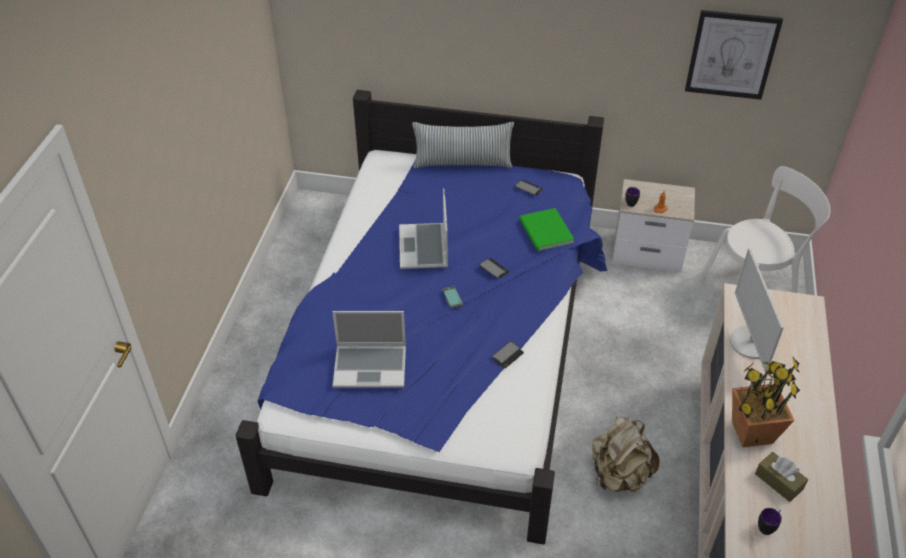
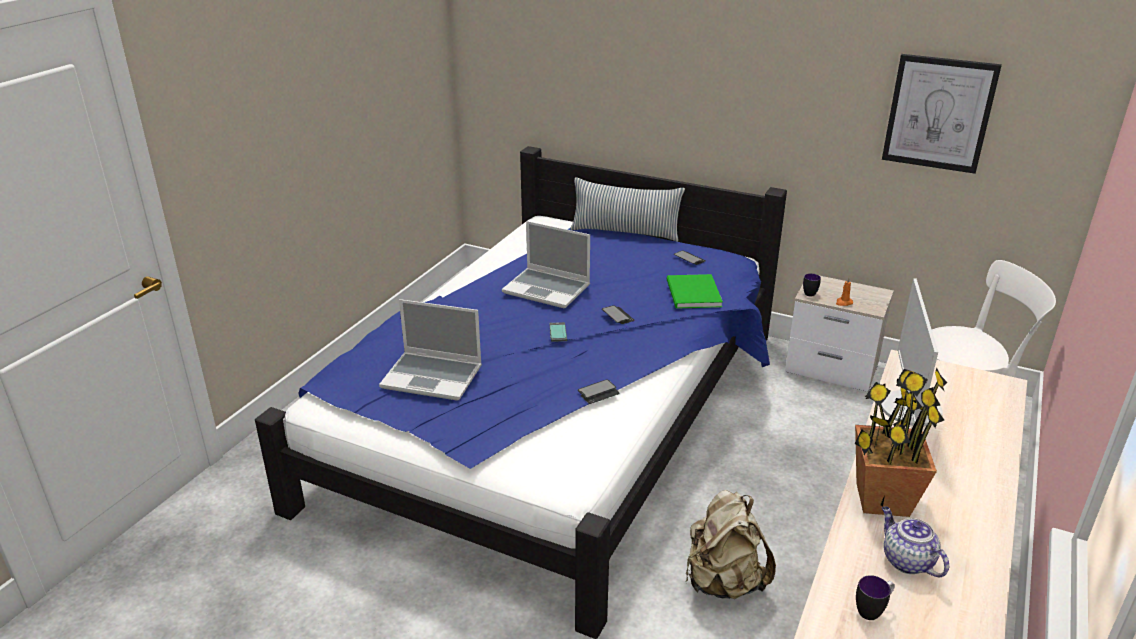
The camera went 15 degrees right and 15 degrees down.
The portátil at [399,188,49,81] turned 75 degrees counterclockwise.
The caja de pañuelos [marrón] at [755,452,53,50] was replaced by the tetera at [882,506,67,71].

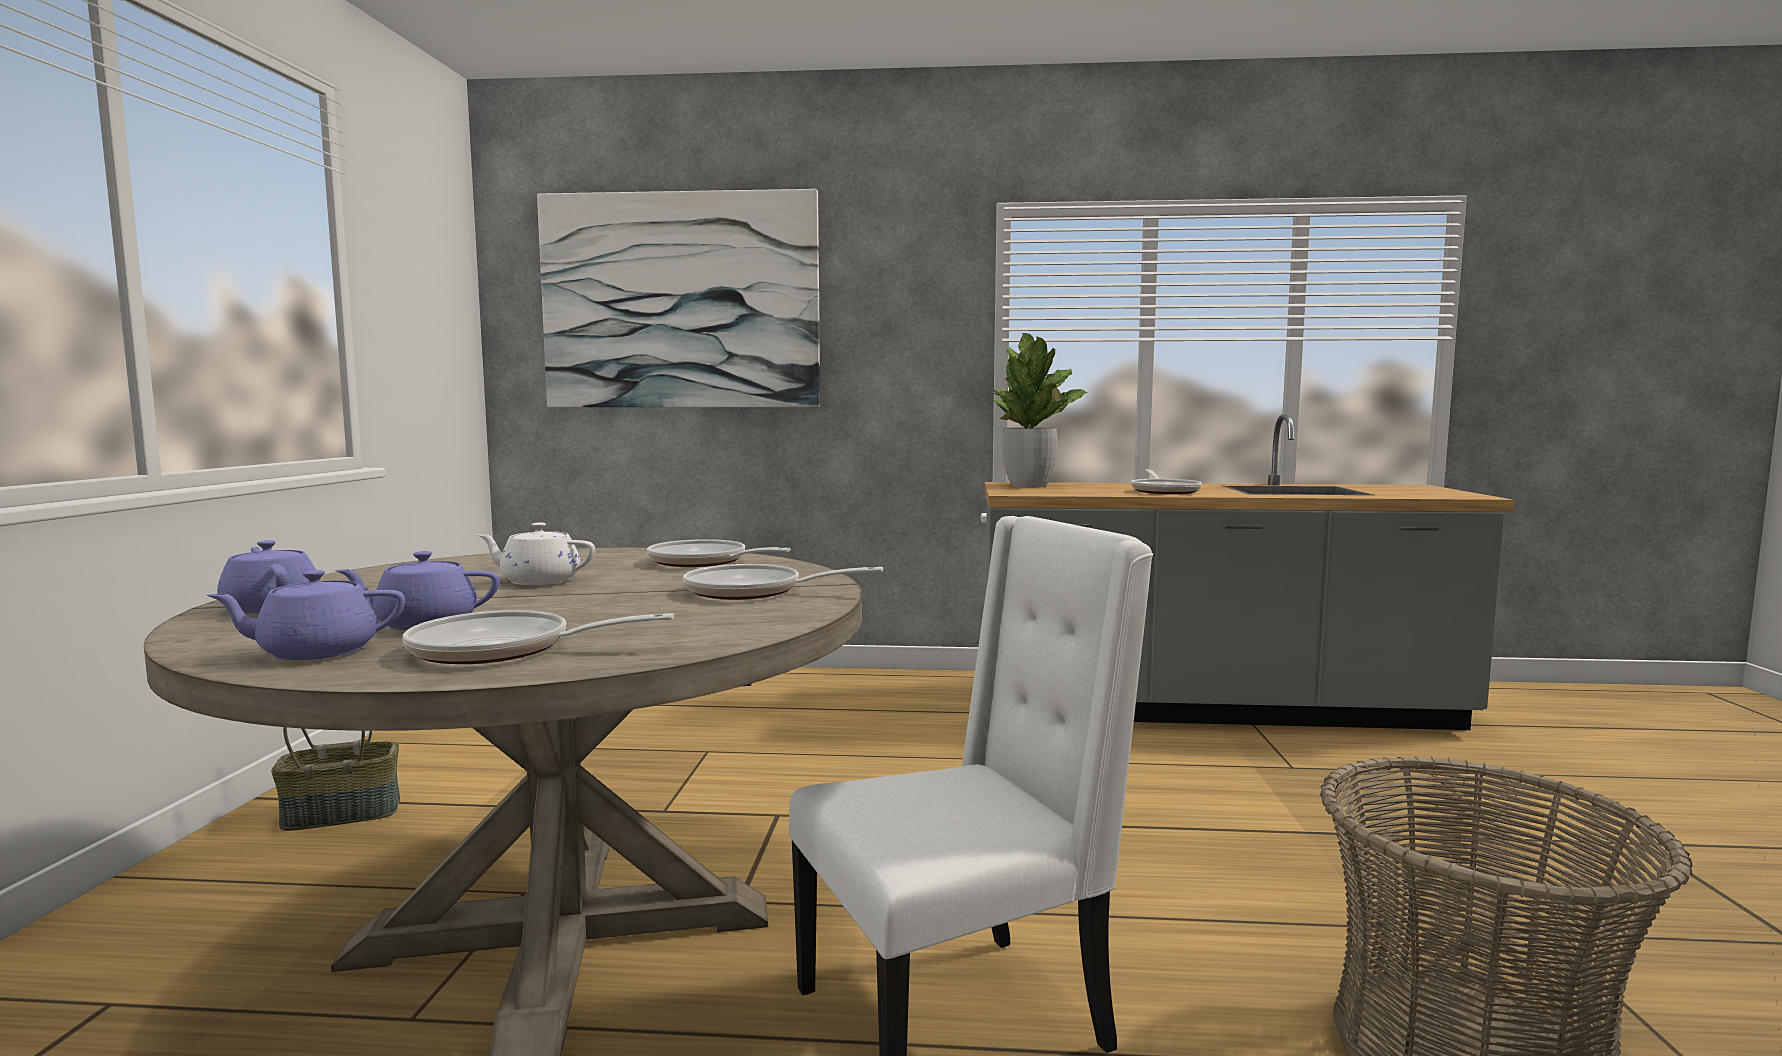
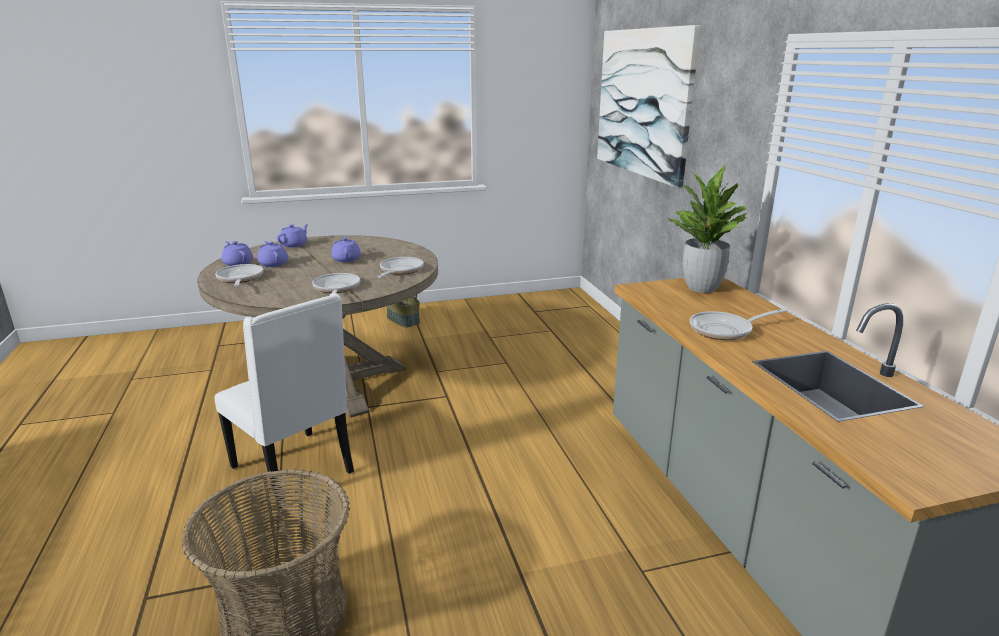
The camera went 70 degrees right and 15 degrees up.
The tetera [blanco] at [478,522,117,63] became the tetera [morado] at [331,236,30,26].

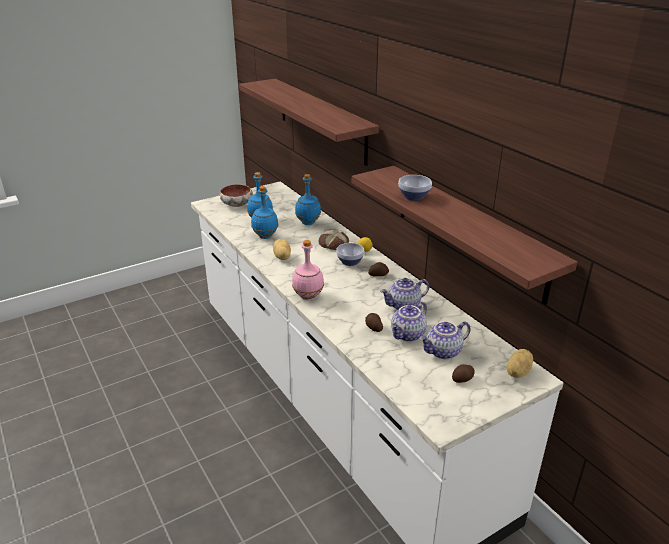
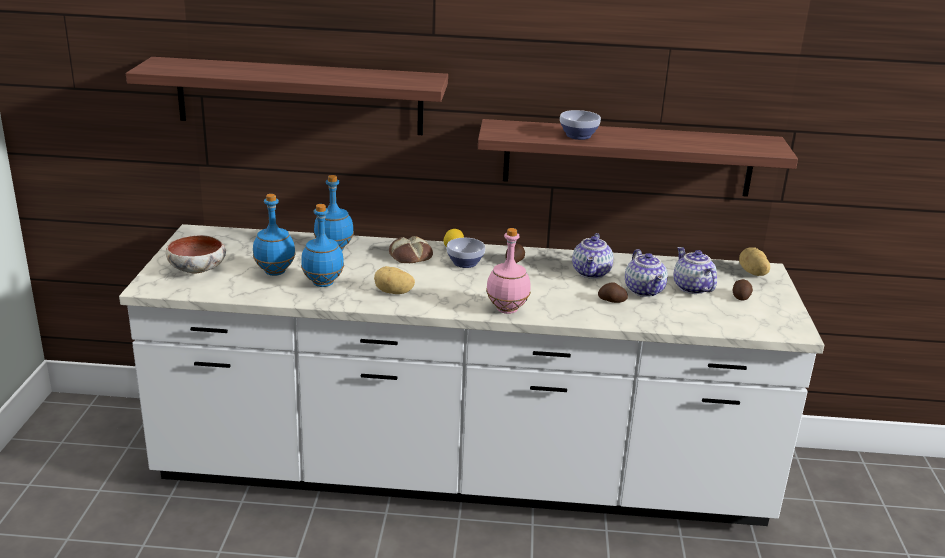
The camera went 55 degrees left and 5 degrees down.
The tetera at [419,321,52,38] turned 150 degrees clockwise.

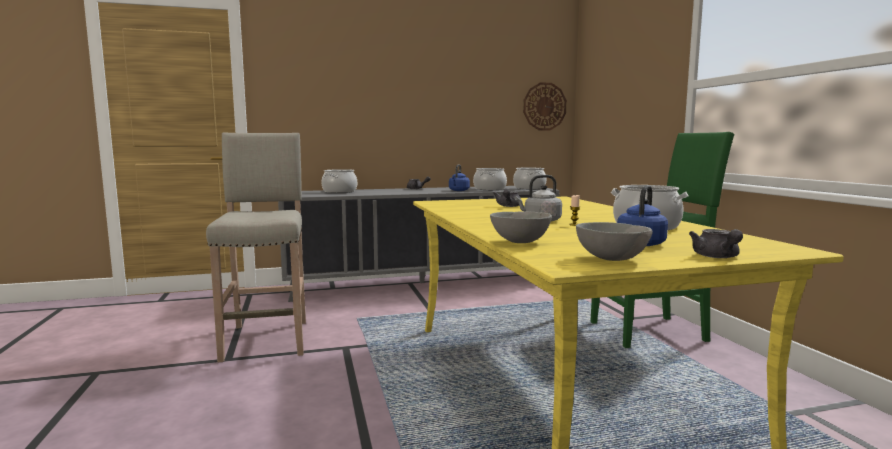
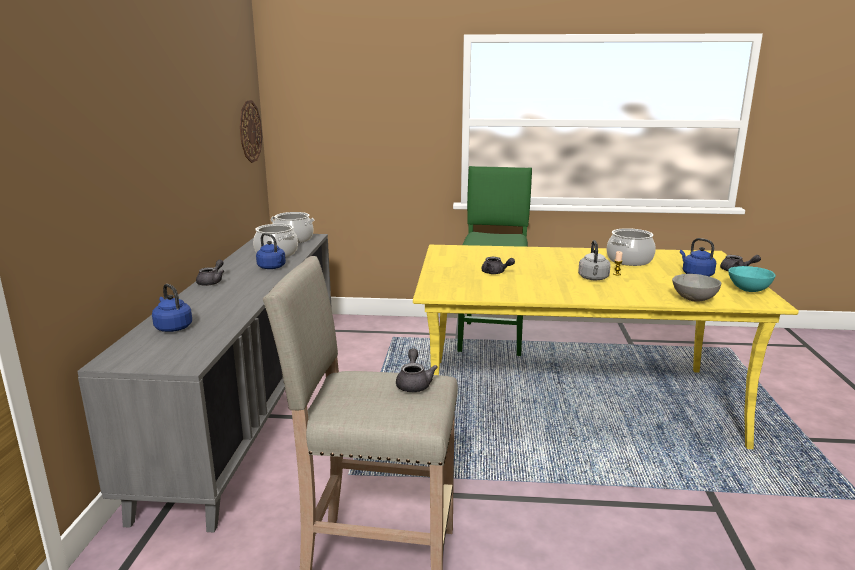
The camera went 70 degrees left and 10 degrees up.
The olla at [321,169,36,24] was replaced by the hervidor [azul] at [152,284,40,48].
The cuenco [gris] at [576,222,77,39] became the cuenco [turquesa] at [728,266,48,26].
The tetera [gris] at [396,349,42,43] appeared.

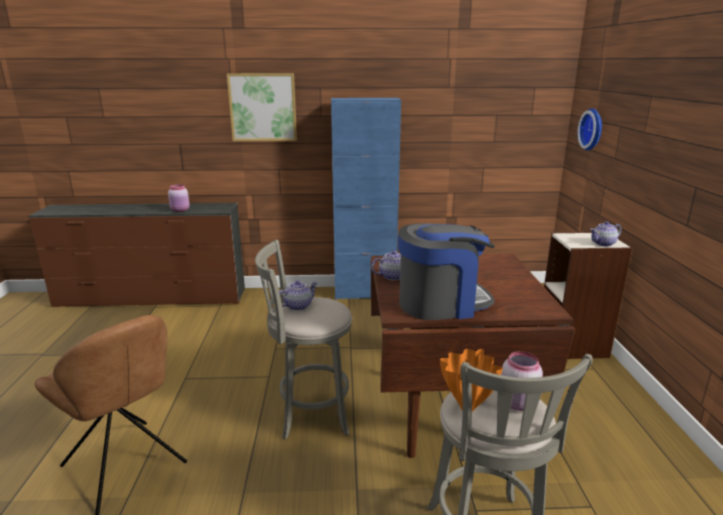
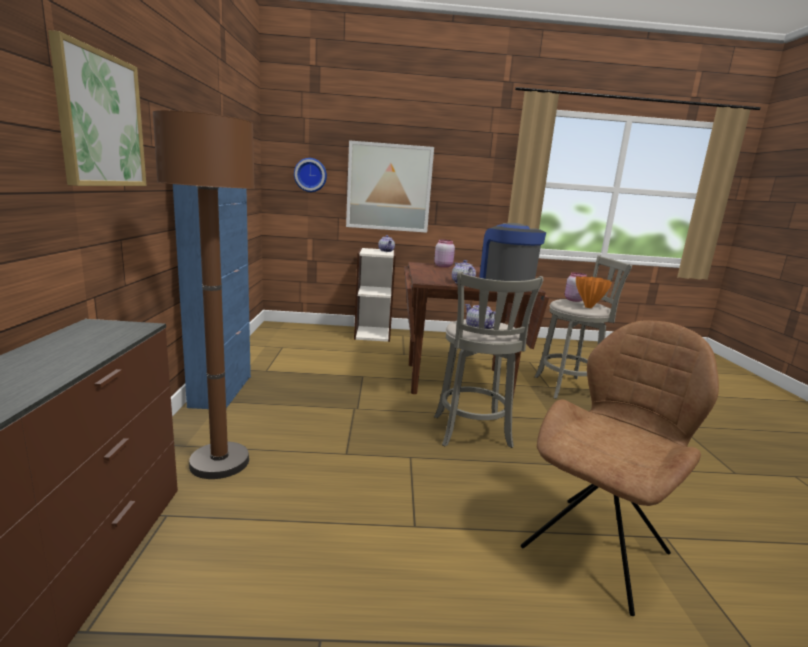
The camera went 90 degrees left and 5 degrees down.
The tarro [rosa] moved from [168,184,22,28] to [434,240,21,27].
The lámpara de pie [marrón] at [153,110,102,369] appeared.
The cuadro at [346,140,88,93] appeared.

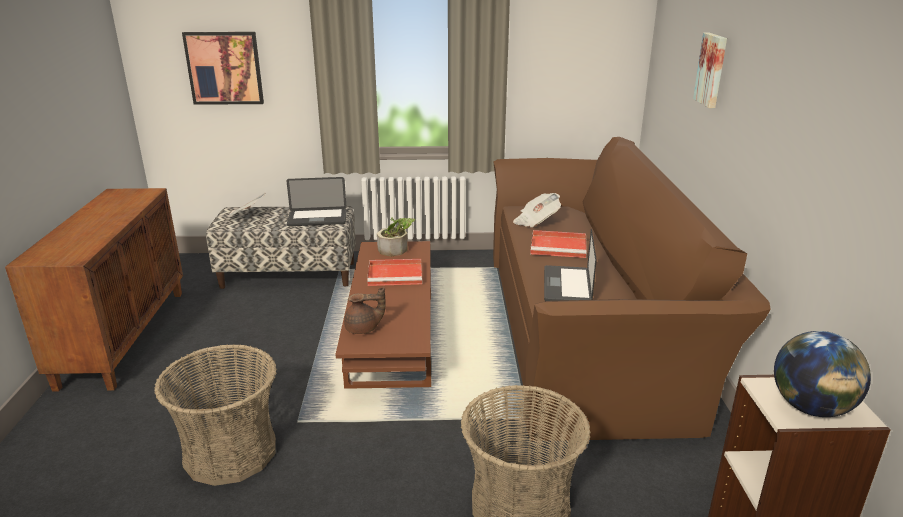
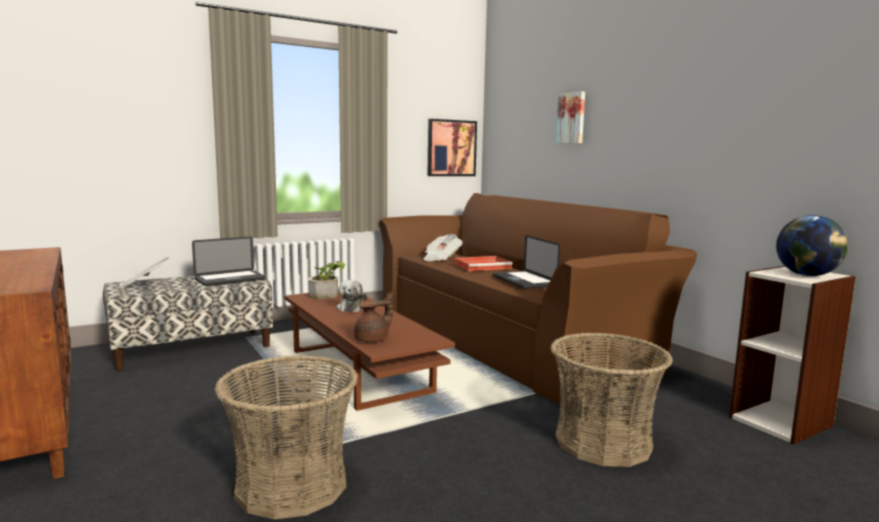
The camera went 30 degrees left and 15 degrees down.
The cuadro moved from [182,32,82,73] to [428,119,49,57].
The bandeja [rojo] at [367,259,55,27] was replaced by the peluche at [336,280,31,32].

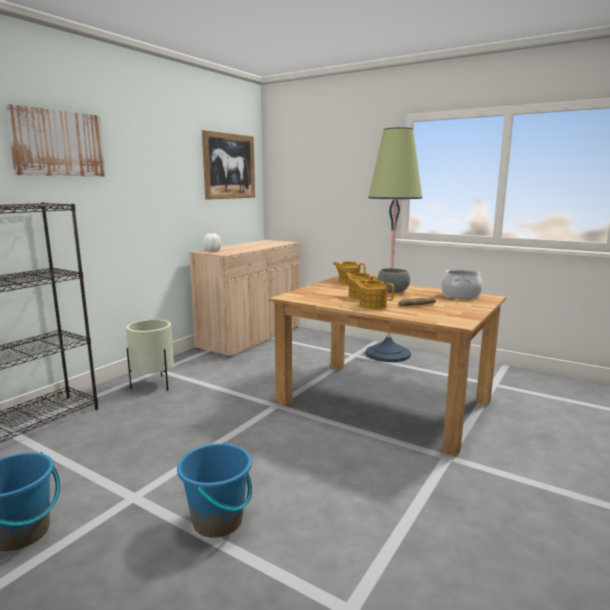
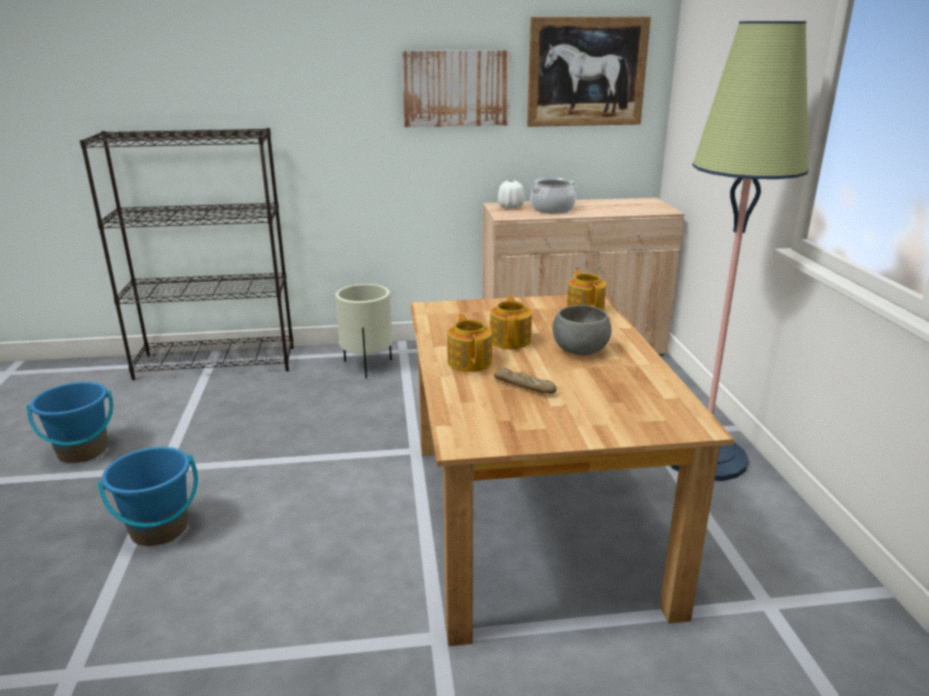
The camera went 50 degrees right and 10 degrees up.
The cuadro moved from [5,104,101,72] to [402,50,109,77].
The olla moved from [441,269,42,30] to [530,178,47,35].

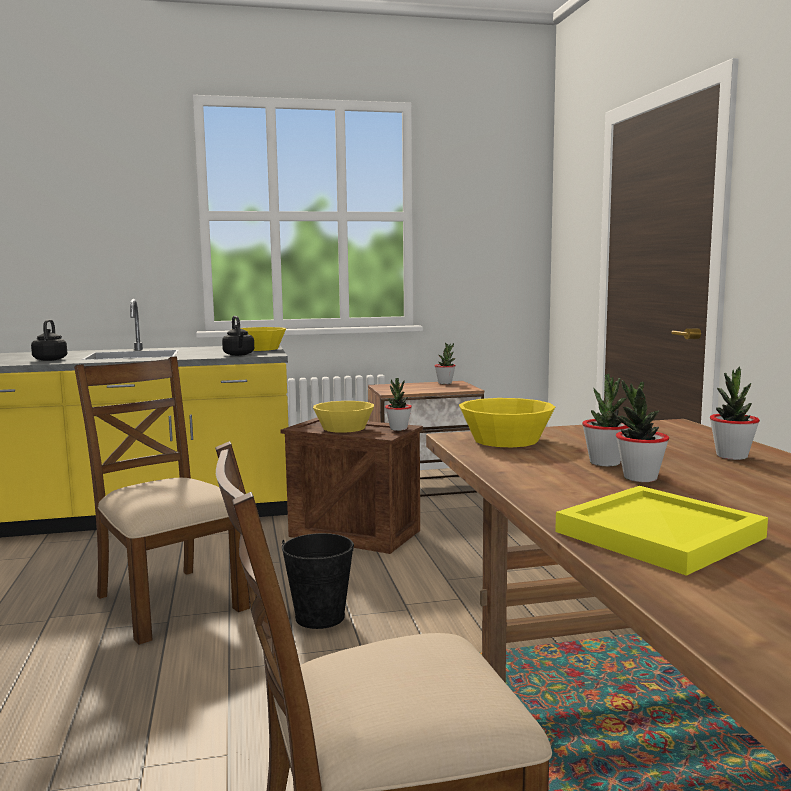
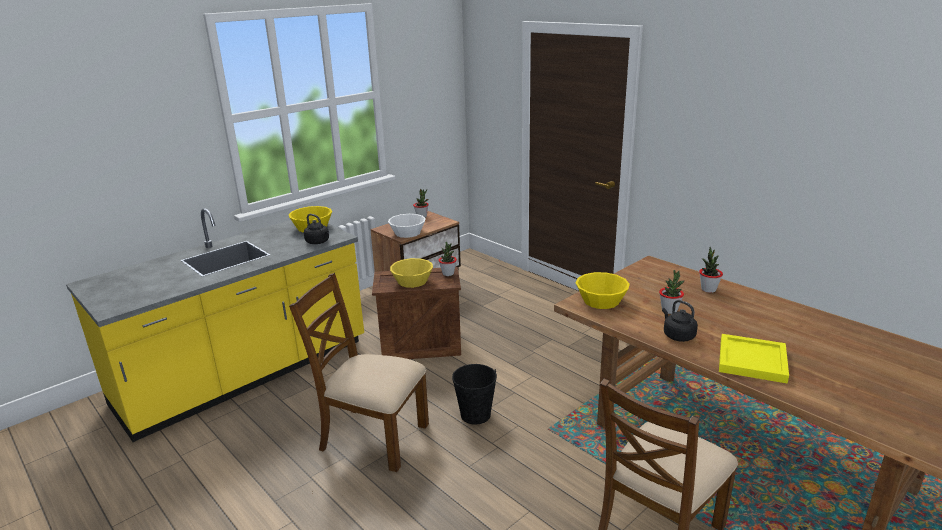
The camera went 30 degrees left and 15 degrees up.
The hervidor [negro] moved from [31,319,36,42] to [662,300,36,42].
The planta en maceta at [616,379,53,103] disappeared.
The cuenco [blanco] at [388,214,38,24] appeared.

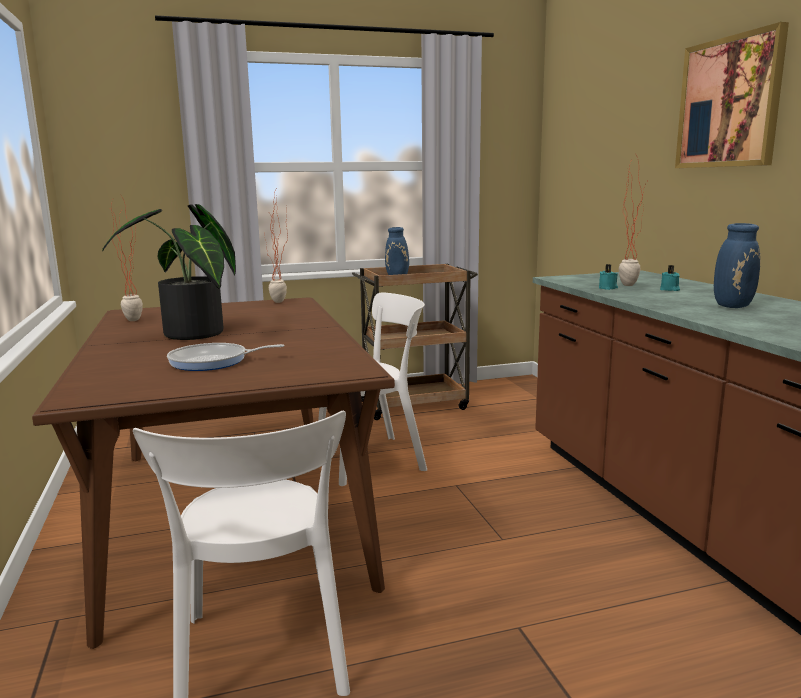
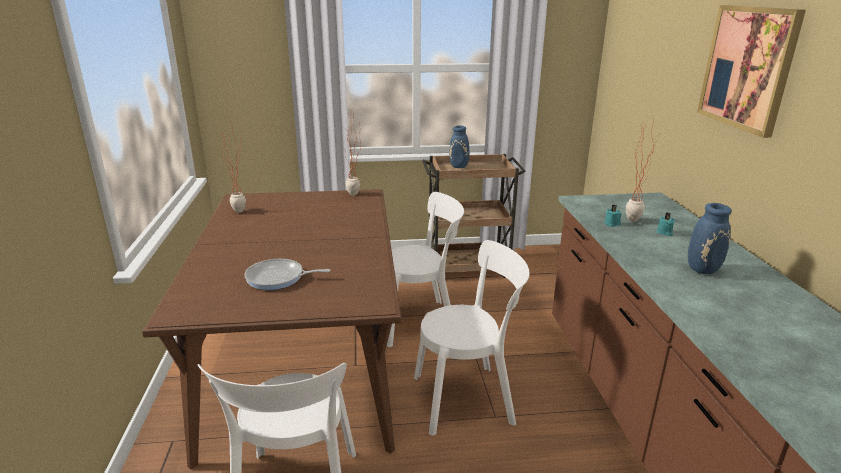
The camera went 10 degrees right and 10 degrees up.
The planta en maceta at [102,204,134,136] disappeared.
The silla [blanco] at [414,240,115,196] appeared.

